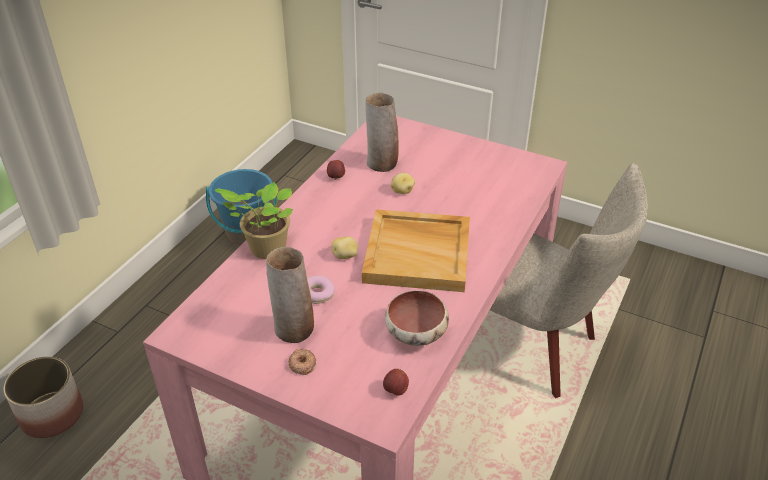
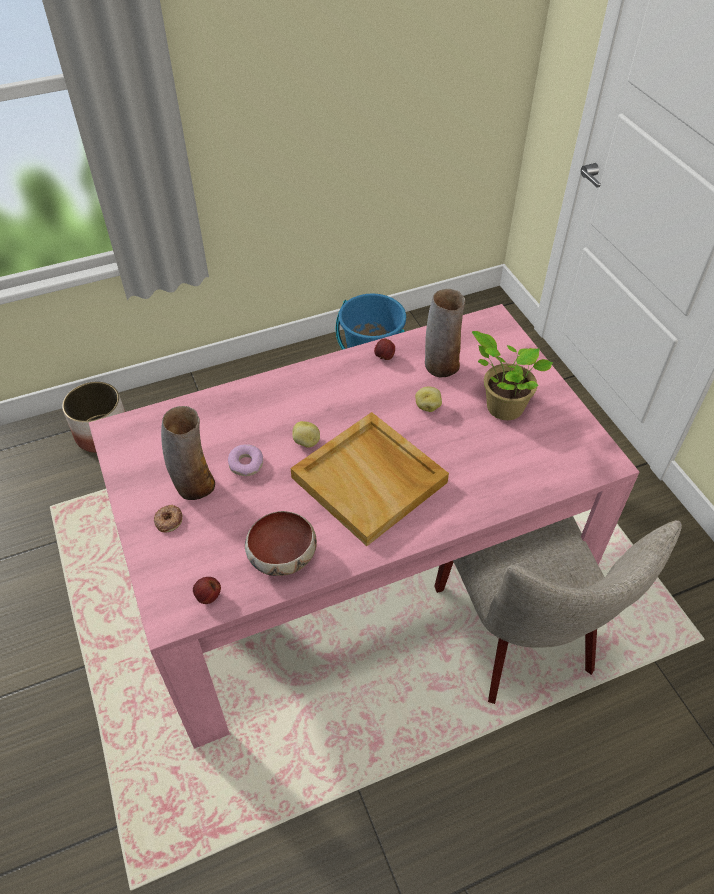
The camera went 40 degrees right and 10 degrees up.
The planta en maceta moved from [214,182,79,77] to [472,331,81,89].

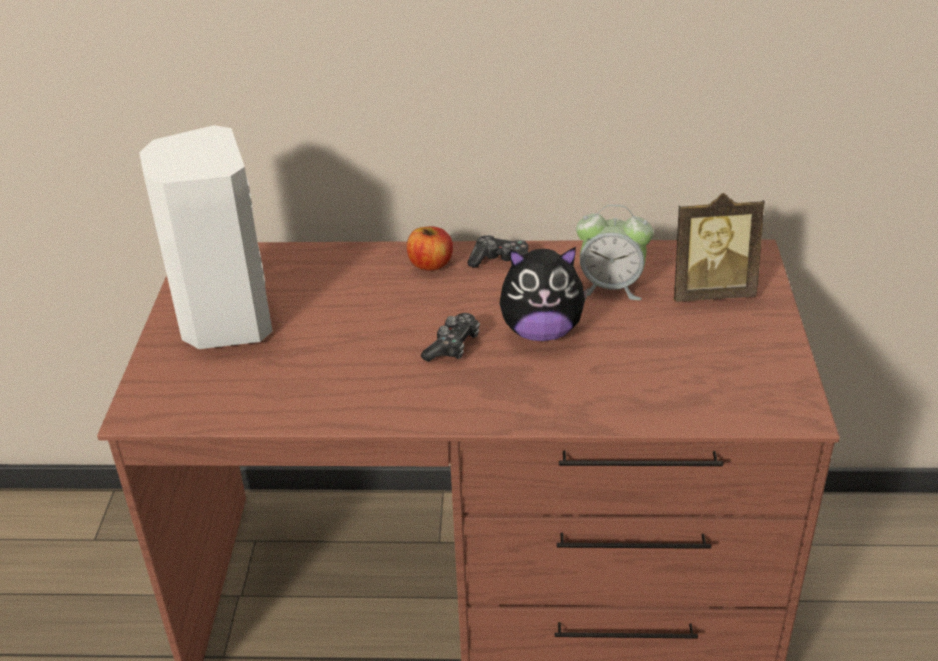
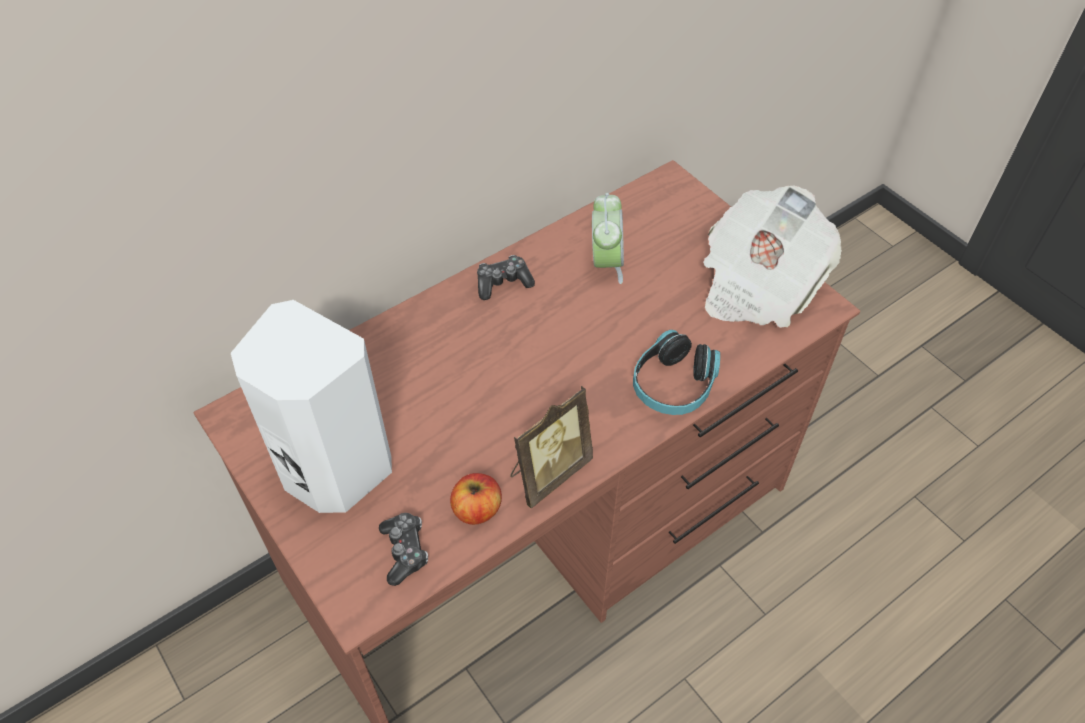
The camera went 40 degrees left and 15 degrees up.
The manzana moved from [407,226,46,45] to [450,473,52,52].
The mando de consola moved from [421,313,59,49] to [379,513,49,73].
The peluche at [499,247,90,94] disappeared.
The despertador at [576,205,78,95] turned 60 degrees counterclockwise.
The portarretratos moved from [674,193,91,109] to [510,386,83,122].
The auriculares at [633,330,87,85] appeared.
The periódico at [703,185,139,143] appeared.

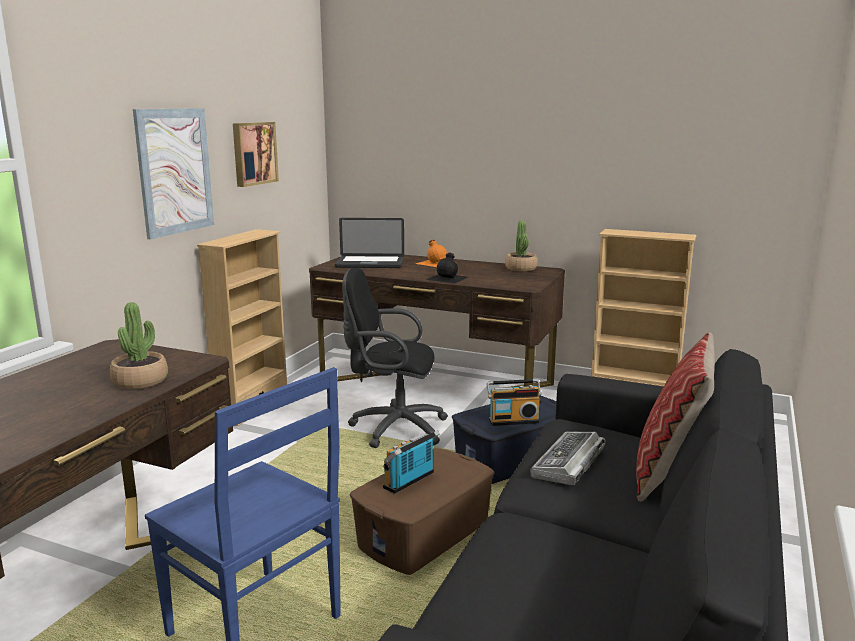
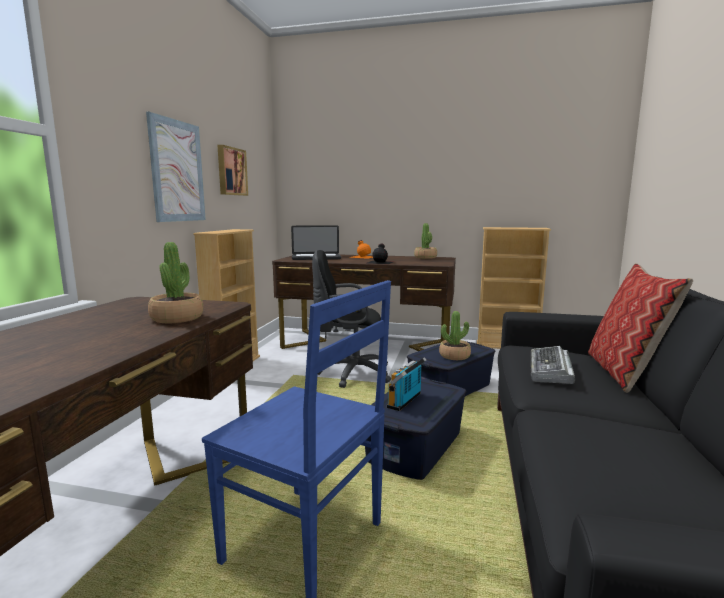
The camera went 10 degrees left and 5 degrees down.
The caja de almacenaje [marrón] at [350,448,144,127] became the caja de almacenaje [azul] at [365,378,102,102].
The radio at [487,379,55,47] was replaced by the planta en maceta at [439,311,32,49].

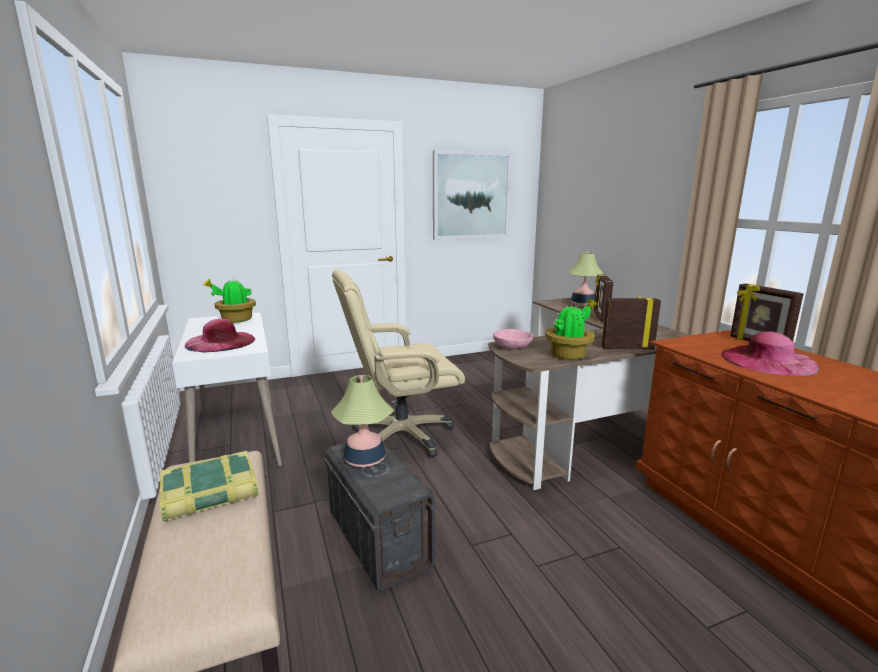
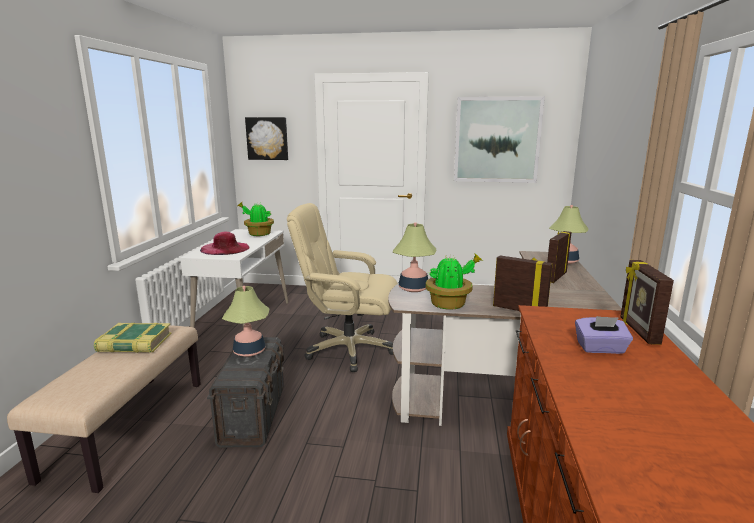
The camera went 30 degrees right and 0 degrees up.
The cuenco [rosa] at [493,329,40,20] was replaced by the lámpara de mesa at [393,222,43,70].
The sombrero [rosa] at [721,331,98,45] was replaced by the caja de pañuelos [morado] at [575,316,58,38].
The cuadro at [245,117,43,43] appeared.

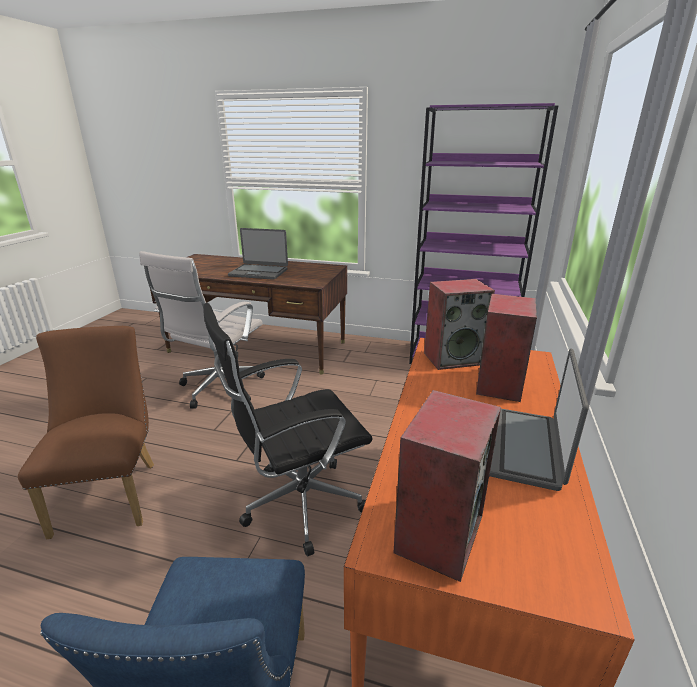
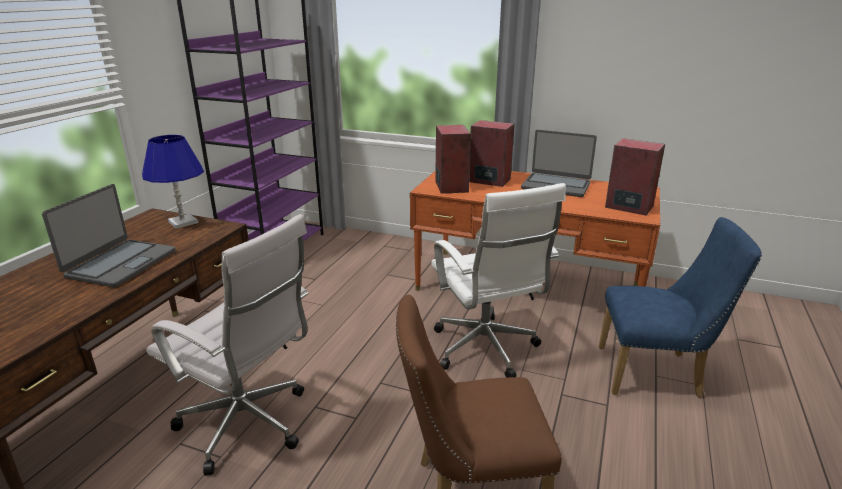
The camera went 85 degrees left and 0 degrees up.
The silla de oficina [negro] at [204,303,169,254] became the silla de oficina [blanco] at [431,183,135,195].
The lámpara de mesa [azul] at [142,135,62,94] appeared.

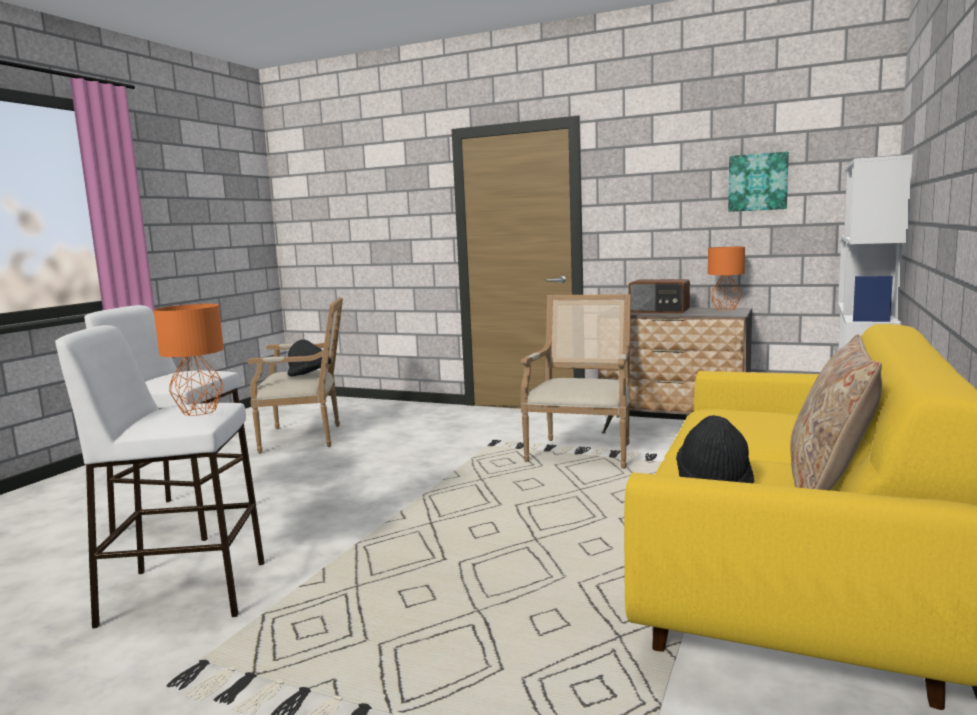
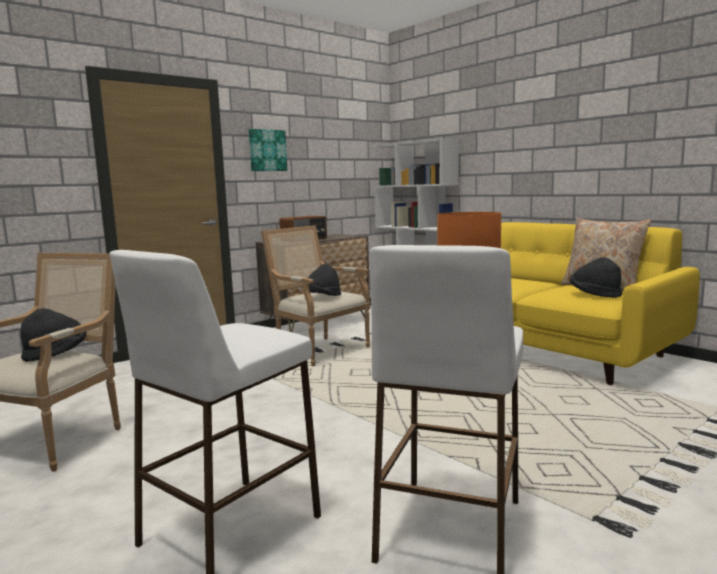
The camera went 65 degrees left and 0 degrees up.
The lámpara de mesa [naranja] at [708,247,37,64] disappeared.
The cuadro moved from [728,151,61,61] to [249,129,38,42].
The sombrero [negro] at [302,264,39,32] appeared.

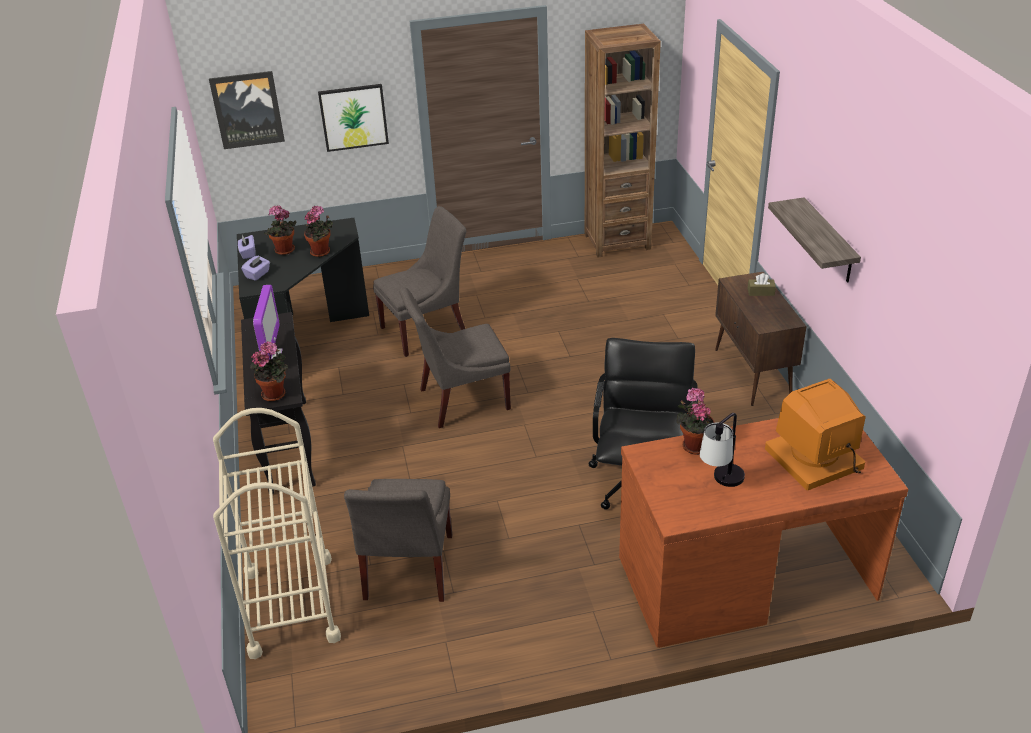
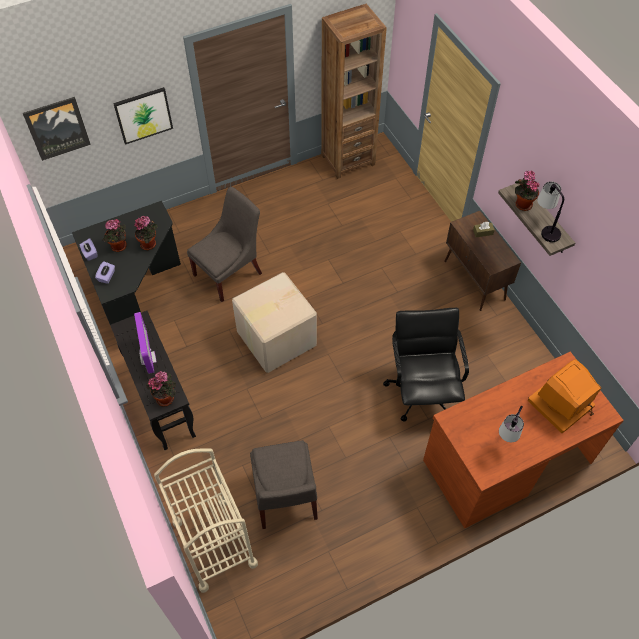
The camera went 15 degrees left and 20 degrees up.
The silla [gris] at [399,287,112,141] was replaced by the caja de cartón at [232,272,85,101].
The planta en maceta moved from [676,388,39,67] to [515,170,24,41].
The lámpara de mesa at [537,181,27,61] appeared.

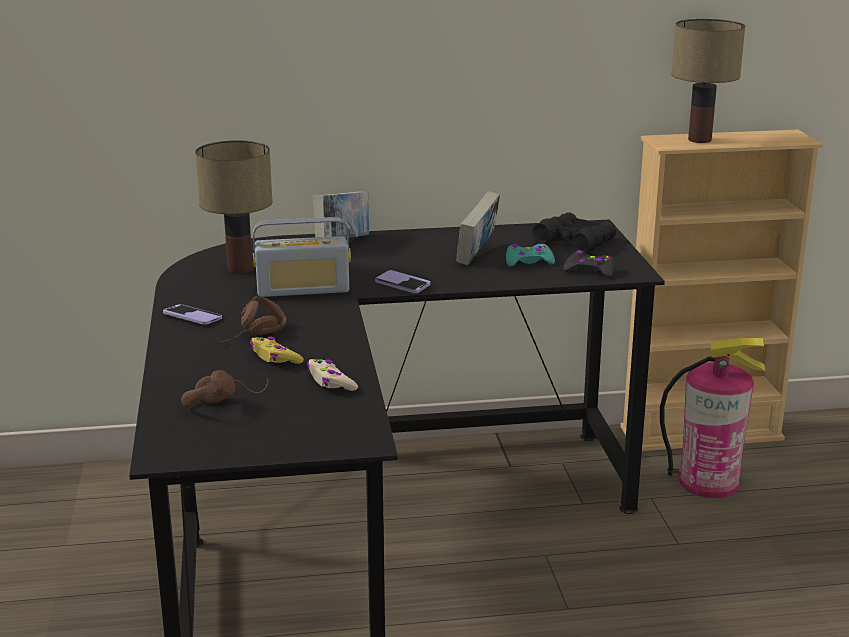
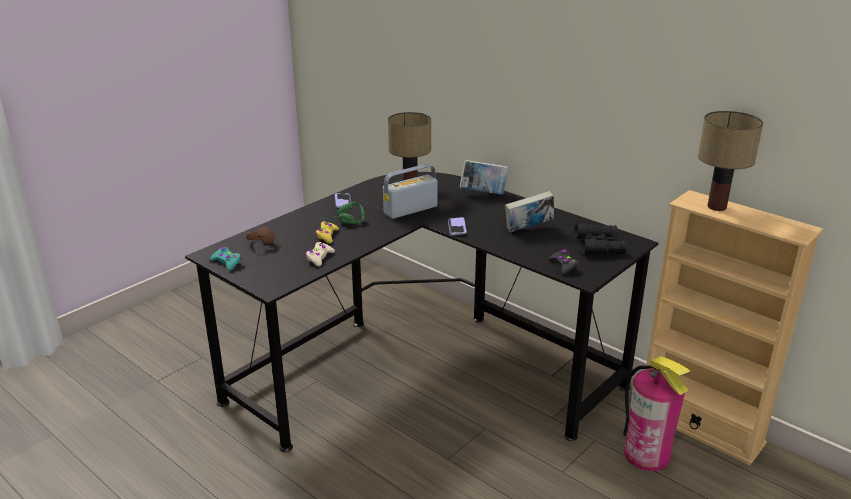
The camera went 50 degrees right and 5 degrees up.
The auriculares [marrón] at [217,296,69,46] became the auriculares [verde] at [318,202,47,22].
The radio at [253,217,98,80] turned 105 degrees clockwise.
The mando de consola [turquesa] moved from [506,244,49,23] to [210,247,31,24].

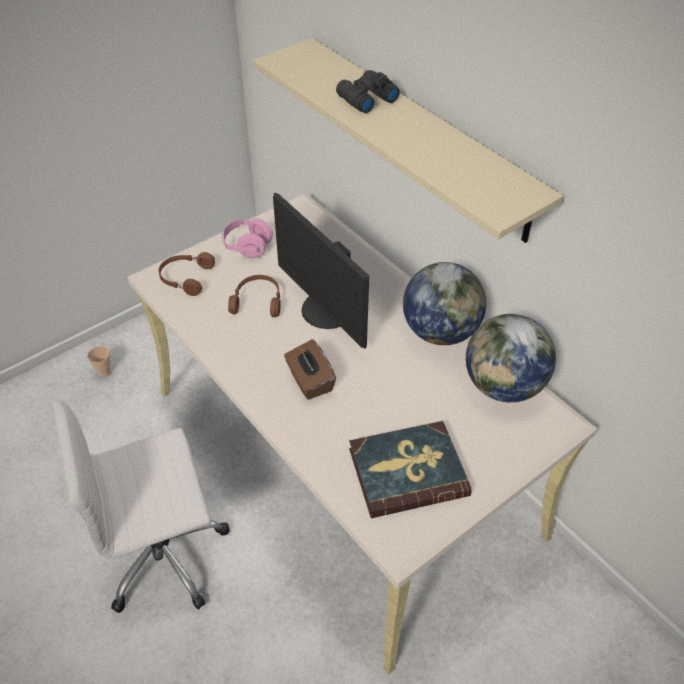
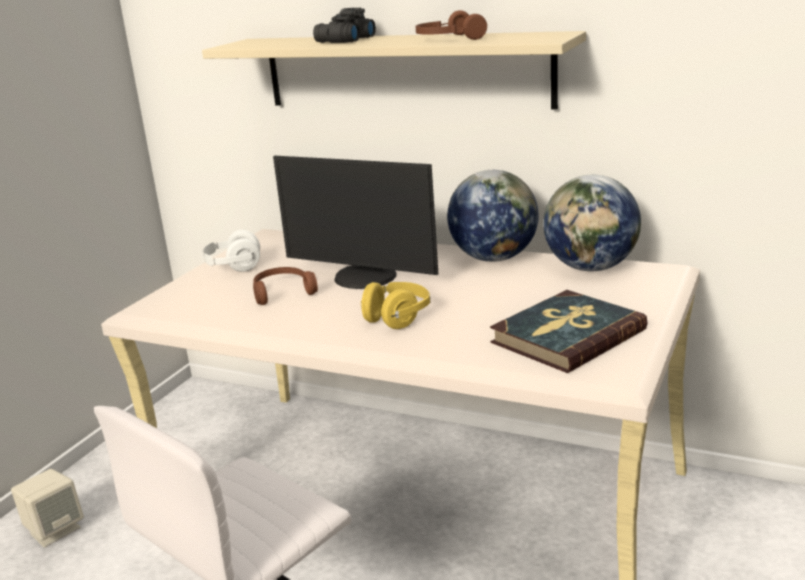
The camera went 25 degrees left and 25 degrees down.
The taza at [87,346,24,31] was replaced by the altavoz [beis] at [11,469,73,78].
The auriculares [marrón] moved from [158,252,57,44] to [416,10,71,30].
The auriculares [rosa] at [221,218,52,40] became the auriculares [blanco] at [201,230,59,42].
The caja de pañuelos [marrón] at [284,339,52,61] was replaced by the auriculares [amarillo] at [361,282,69,47].

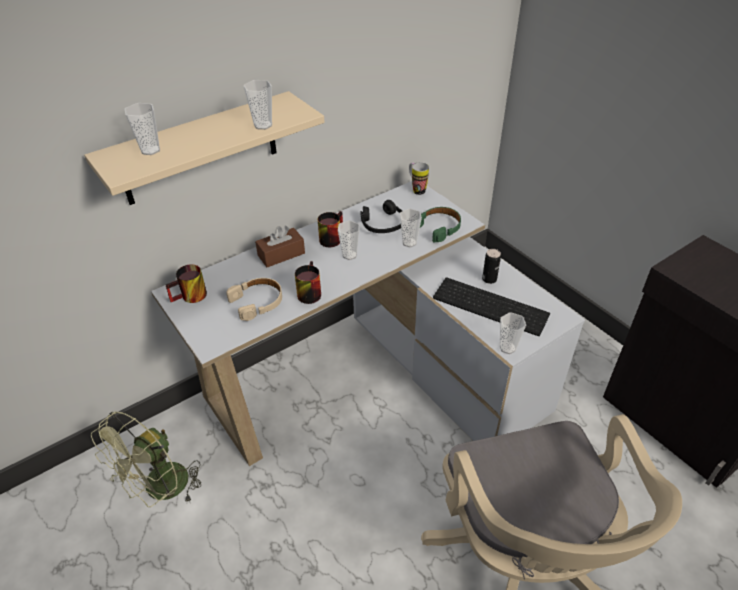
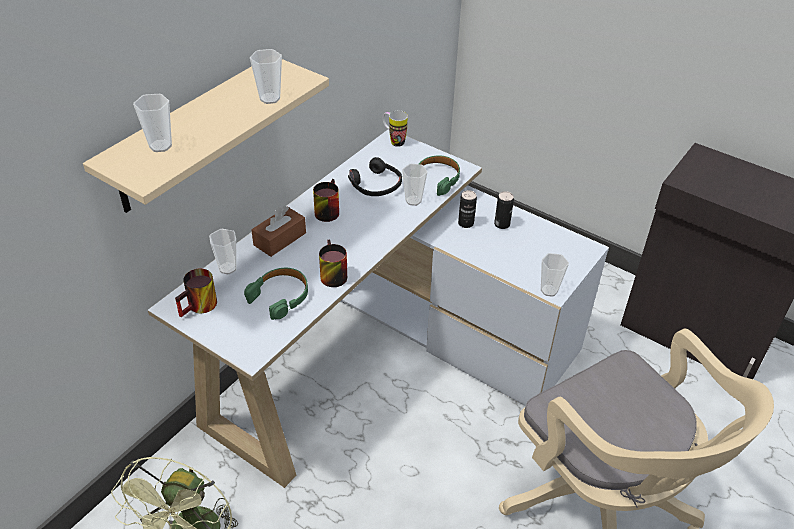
The camera went 20 degrees left and 0 degrees up.
The auriculares [beis] at [226,278,56,43] became the auriculares [verde] at [244,268,64,52].
The taza moved from [338,221,22,39] to [209,229,28,46].
The teclado at [433,278,117,58] disappeared.
The lata at [458,190,19,38] appeared.

